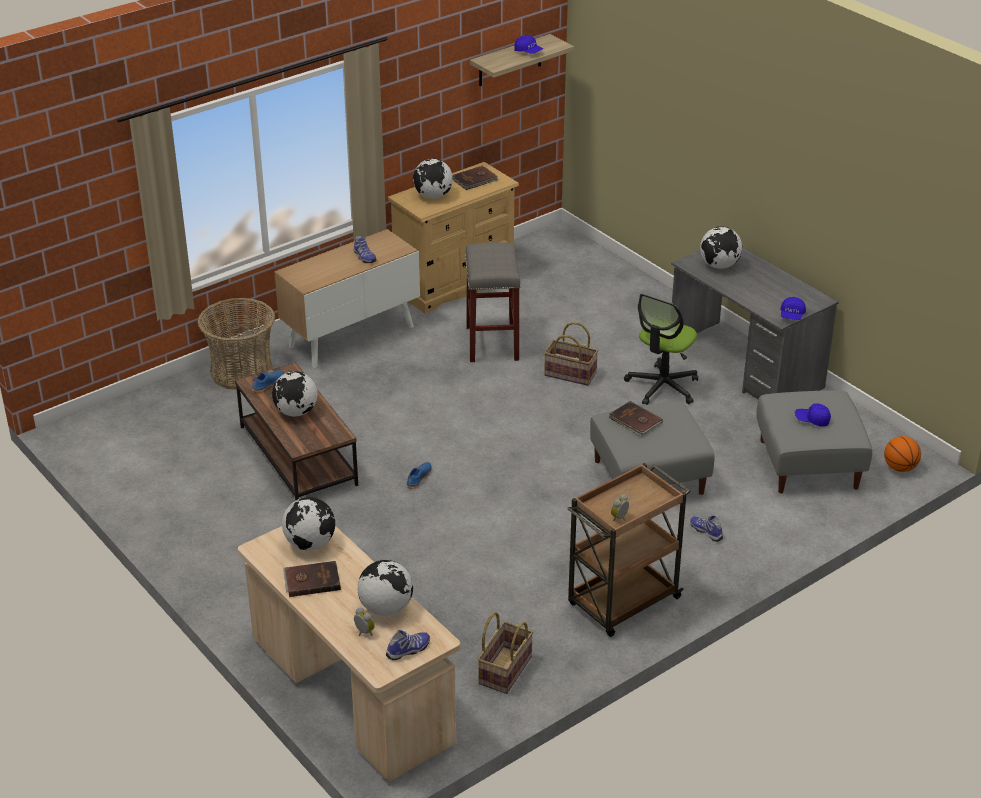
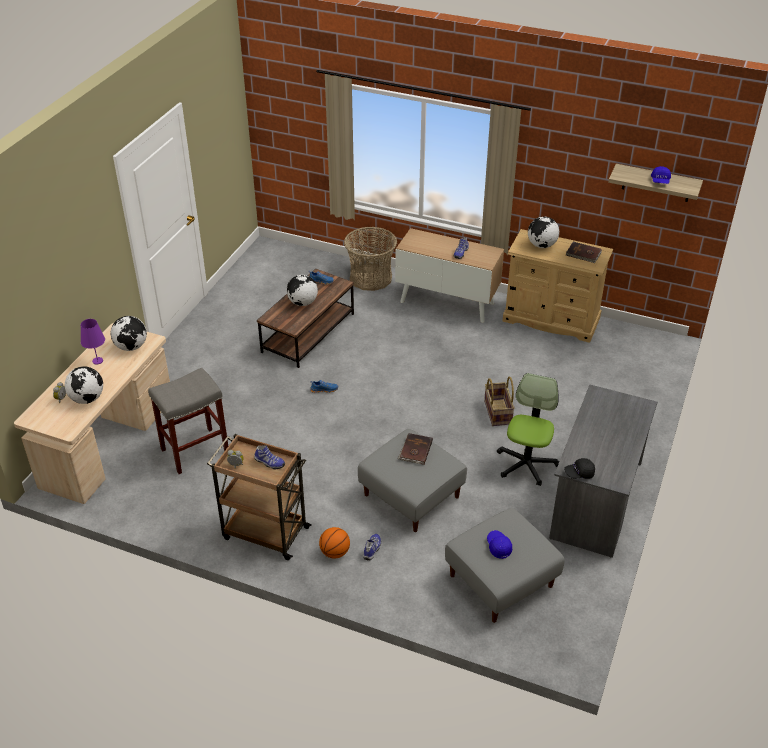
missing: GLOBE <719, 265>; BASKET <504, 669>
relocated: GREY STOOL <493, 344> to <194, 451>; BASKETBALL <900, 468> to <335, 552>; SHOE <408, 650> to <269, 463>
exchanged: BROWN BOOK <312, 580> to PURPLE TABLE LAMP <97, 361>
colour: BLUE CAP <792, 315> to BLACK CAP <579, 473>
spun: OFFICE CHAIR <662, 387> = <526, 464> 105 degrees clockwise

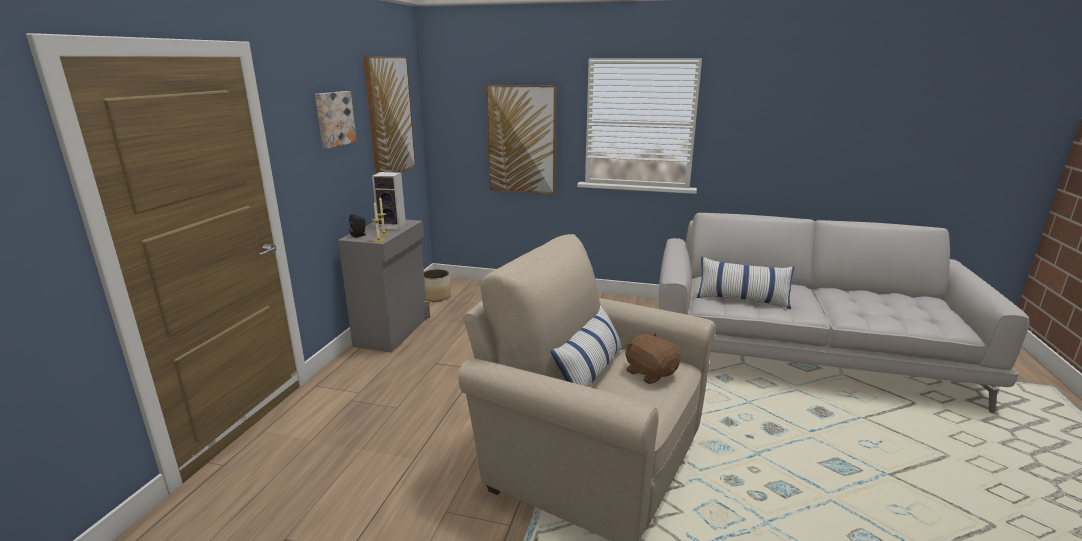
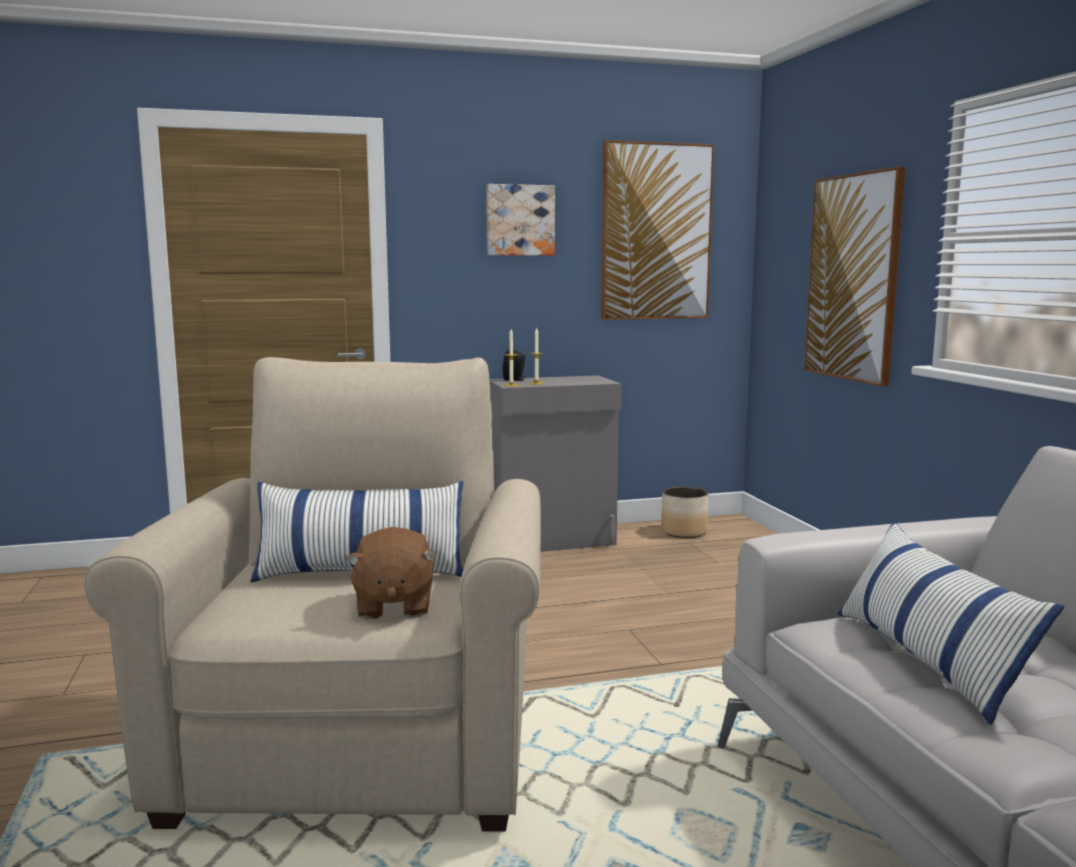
missing: SPEAKER <393, 226>
spun: BROWN PLUSH TOY <650, 373> = <393, 606> 150 degrees clockwise

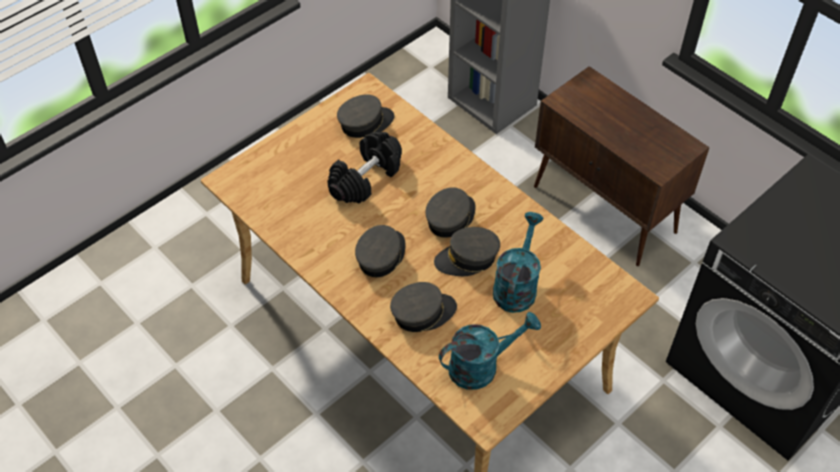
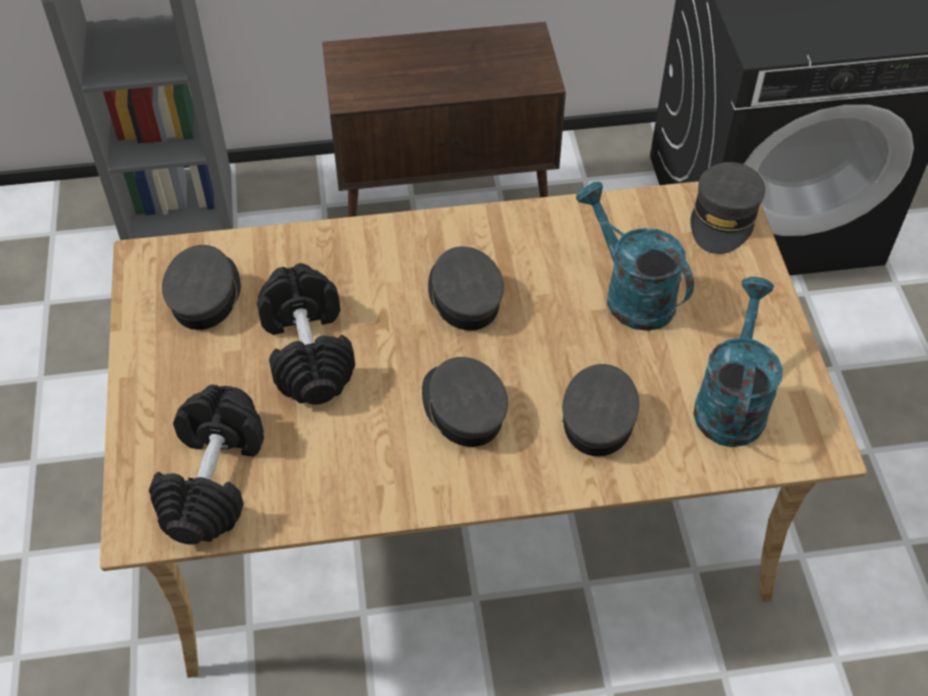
appeared: BLACK DUMBBELL <212, 479>
relocated: GREY CAP <467, 259> to <723, 218>

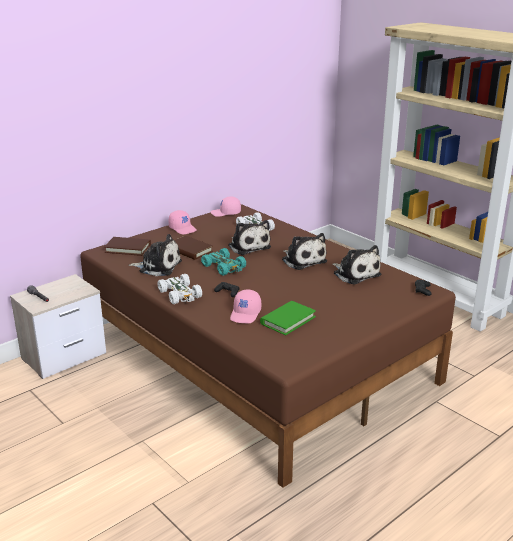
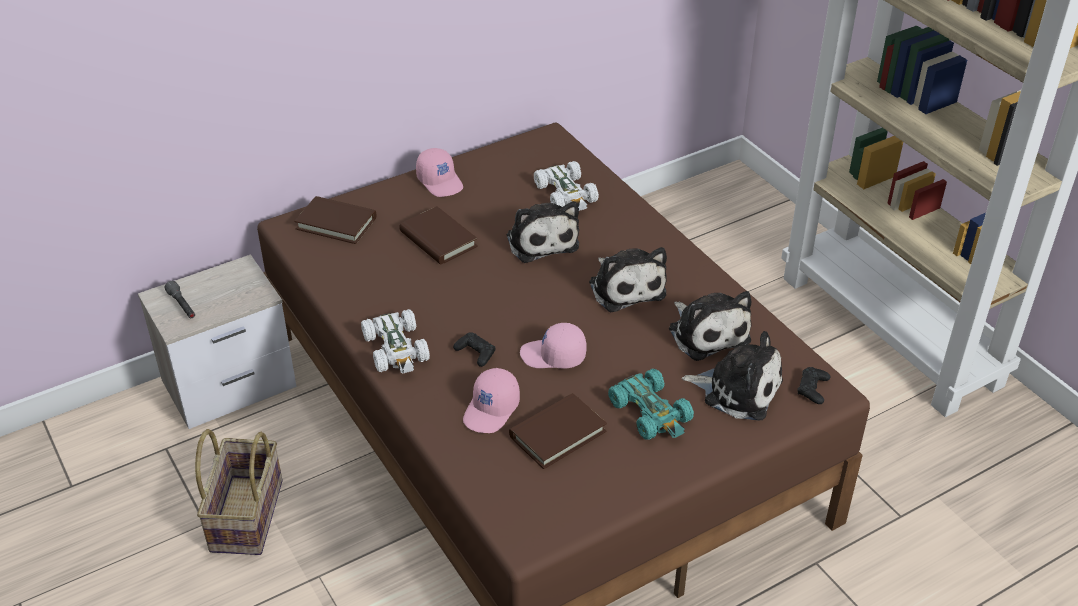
appeared: BASKET <245, 515>
relocated: PINK CAP <226, 213> to <553, 356>; PLUSH TOY <158, 266> to <737, 389>; TURQUOISE TOY CAR <224, 267> to <651, 412>
colour: GREEN BOOK <288, 320> to BROWN BOOK <557, 434>

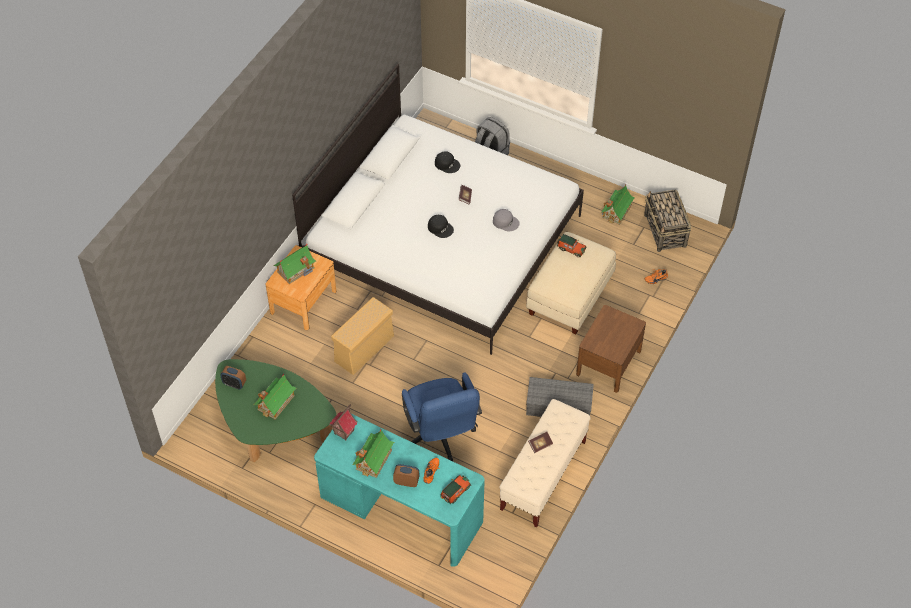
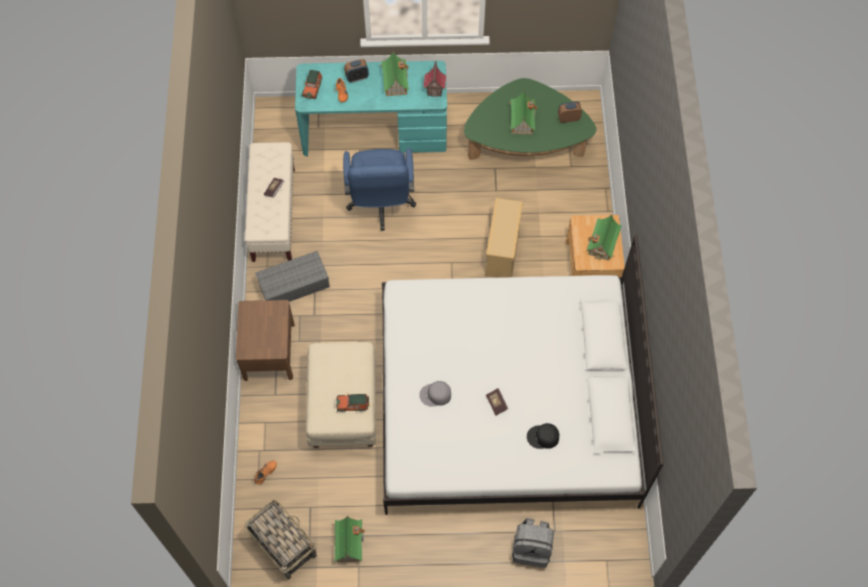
missing: BLACK CAP <440, 228>
spun: BLUE OFFICE CHAIR <441, 437> = <381, 205> 135 degrees counterclockwise

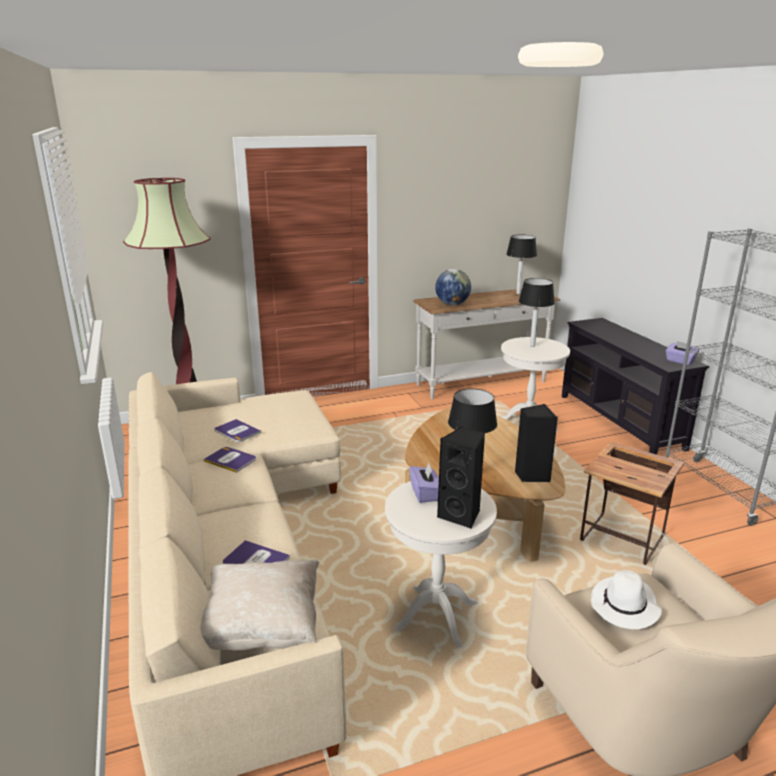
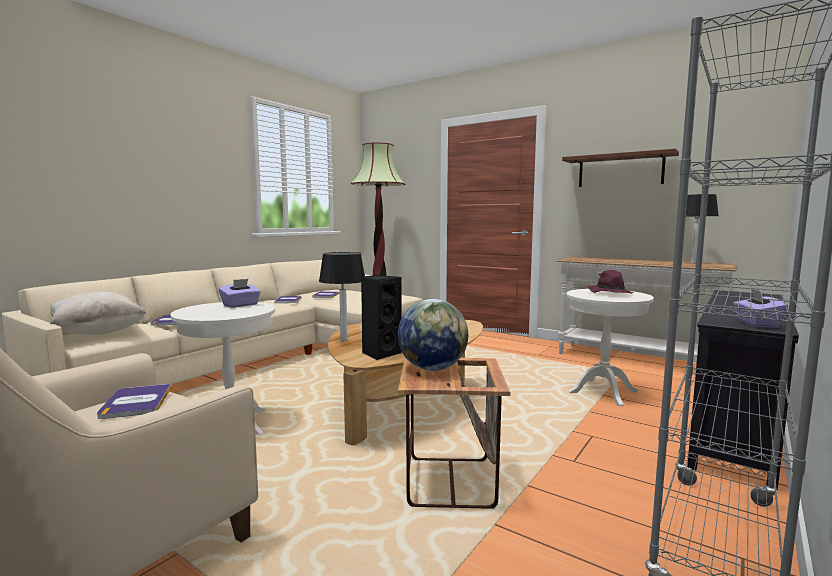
missing: BLACK SPEAKER <461, 515>
appeared: BROWN SHELF <620, 170>
relocated: GLOBE <452, 304> to <433, 368>
exchanged: TABLE LAMP <532, 346> to PURPLE HAT <609, 293>; WHITE HAT <625, 607> to BOOK <136, 402>

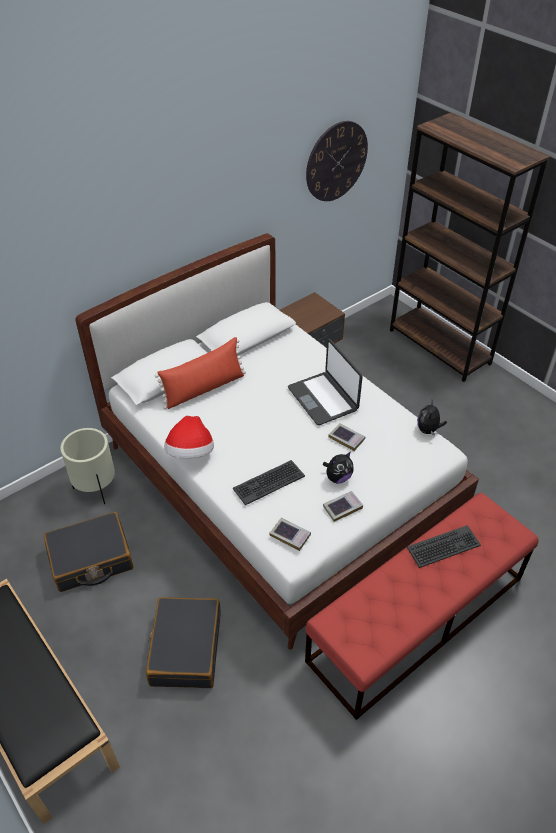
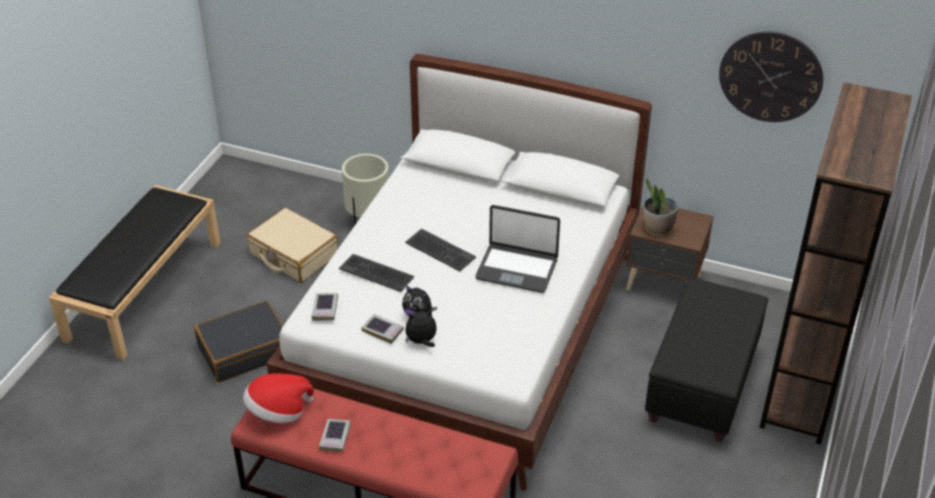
missing: RED PILLOW <204, 389>
appeared: POTTED PLANT <657, 229>; BLACK OTTOMAN <702, 383>
relocated: PLUSH TOY <428, 430> to <421, 341>; HAT <190, 453> to <278, 412>; BOOK <346, 438> to <335, 437>; KEYBOARD <444, 547> to <439, 250>
colour: BLACK SUITCASE <91, 559> to BEIGE SUITCASE <293, 255>
spun: LAPTOP <323, 399> = <517, 268> 105 degrees counterclockwise

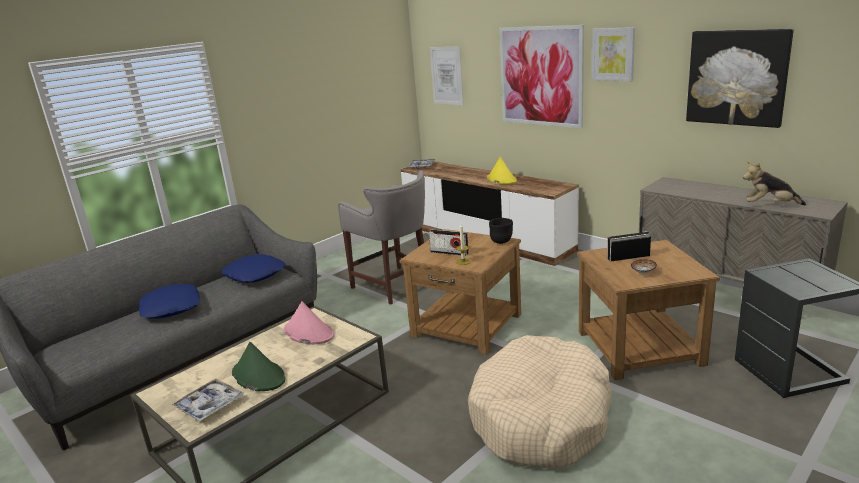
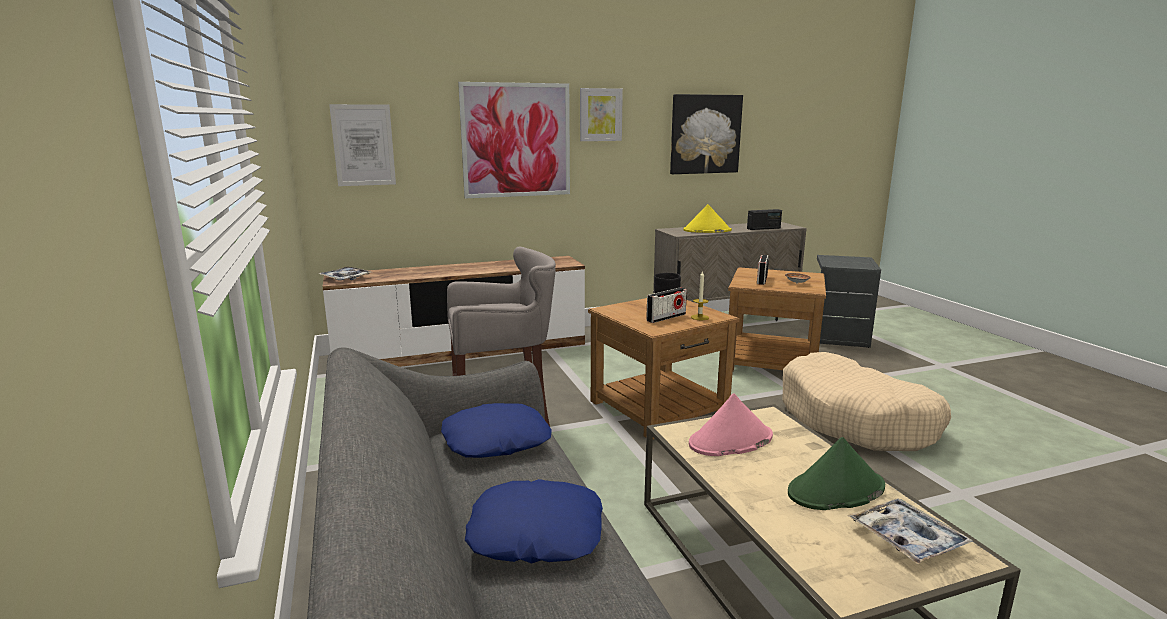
relocated: YELLOW HAT <501, 179> to <707, 230>
exchanged: PLUSH TOY <769, 205> to RADIO <763, 228>

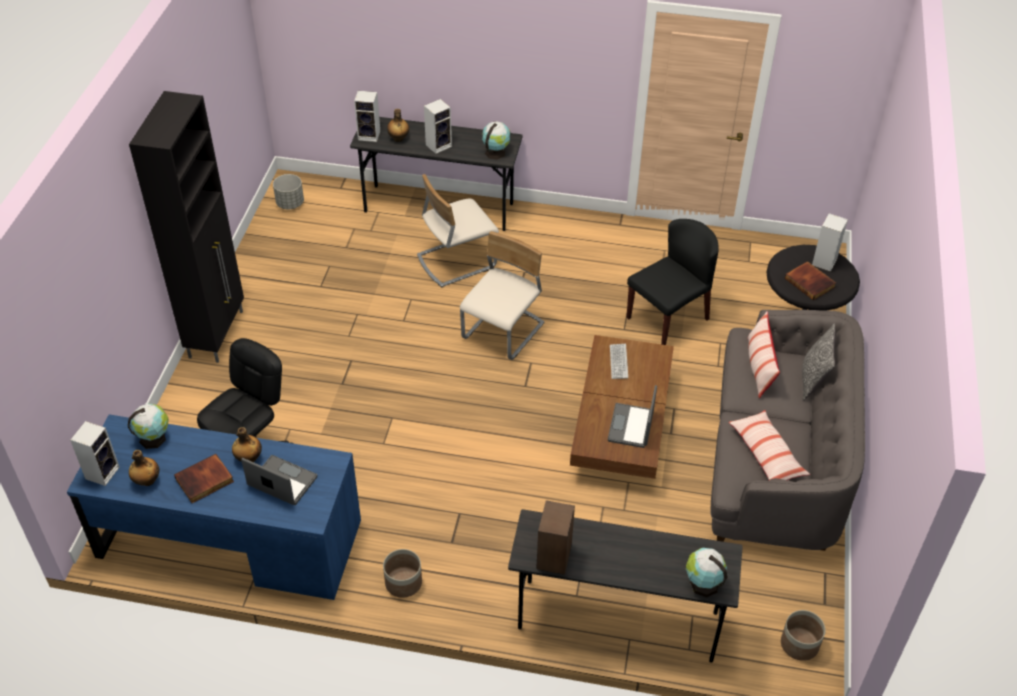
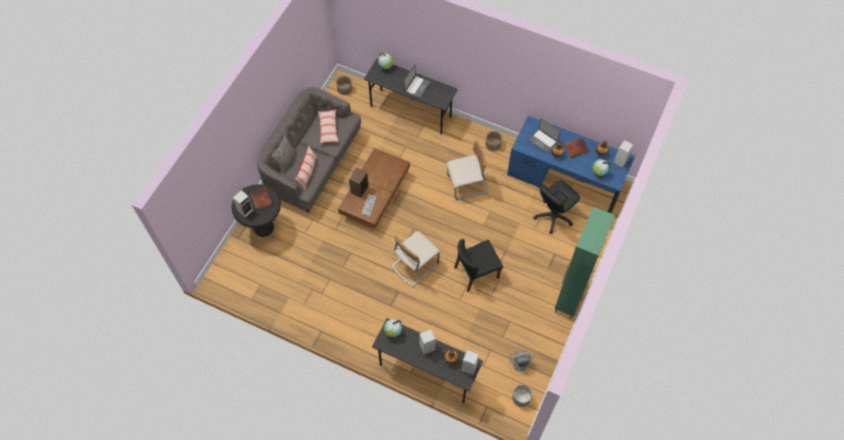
appeared: GREY FAN <519, 363>
relocated: BEIGE CHAIR <456, 261> to <467, 185>; BLACK CHAIR <668, 318> to <476, 273>; LAPTOP <631, 426> to <416, 87>; SPEAKER <554, 556> to <359, 189>
colour: BLACK CABINET <217, 333> to GREEN CABINET <569, 299>

